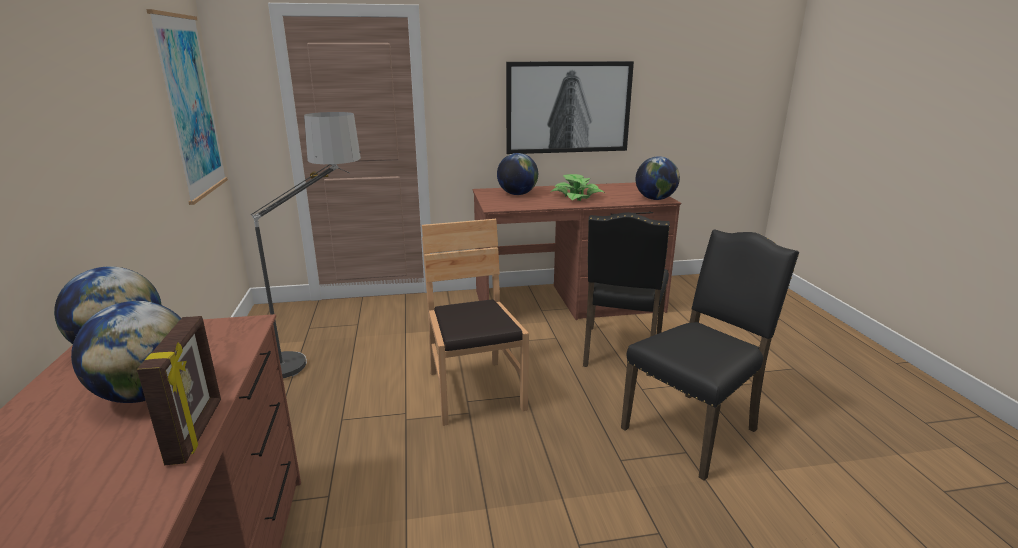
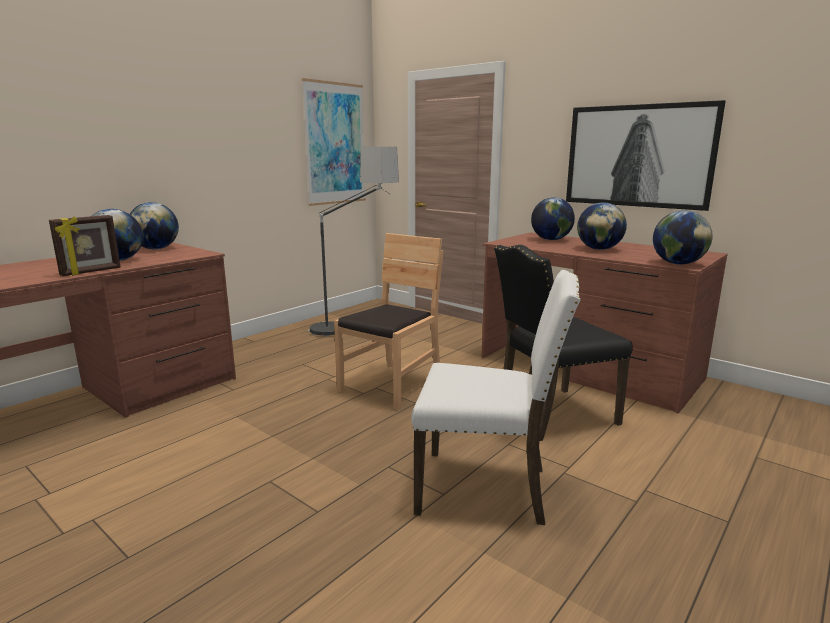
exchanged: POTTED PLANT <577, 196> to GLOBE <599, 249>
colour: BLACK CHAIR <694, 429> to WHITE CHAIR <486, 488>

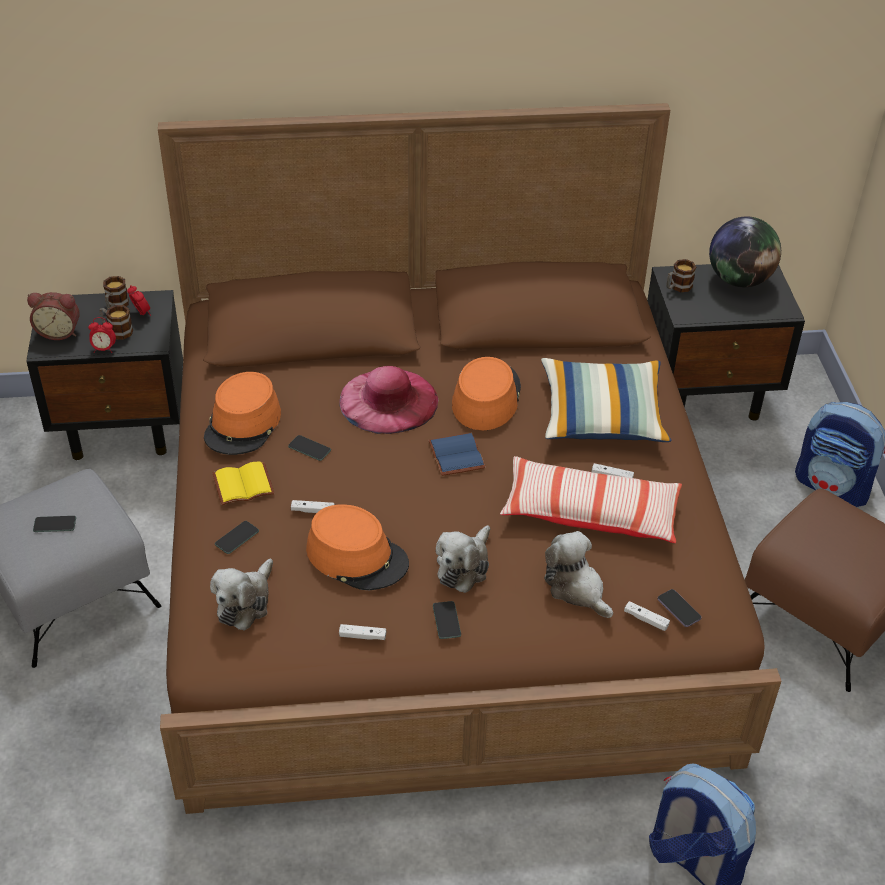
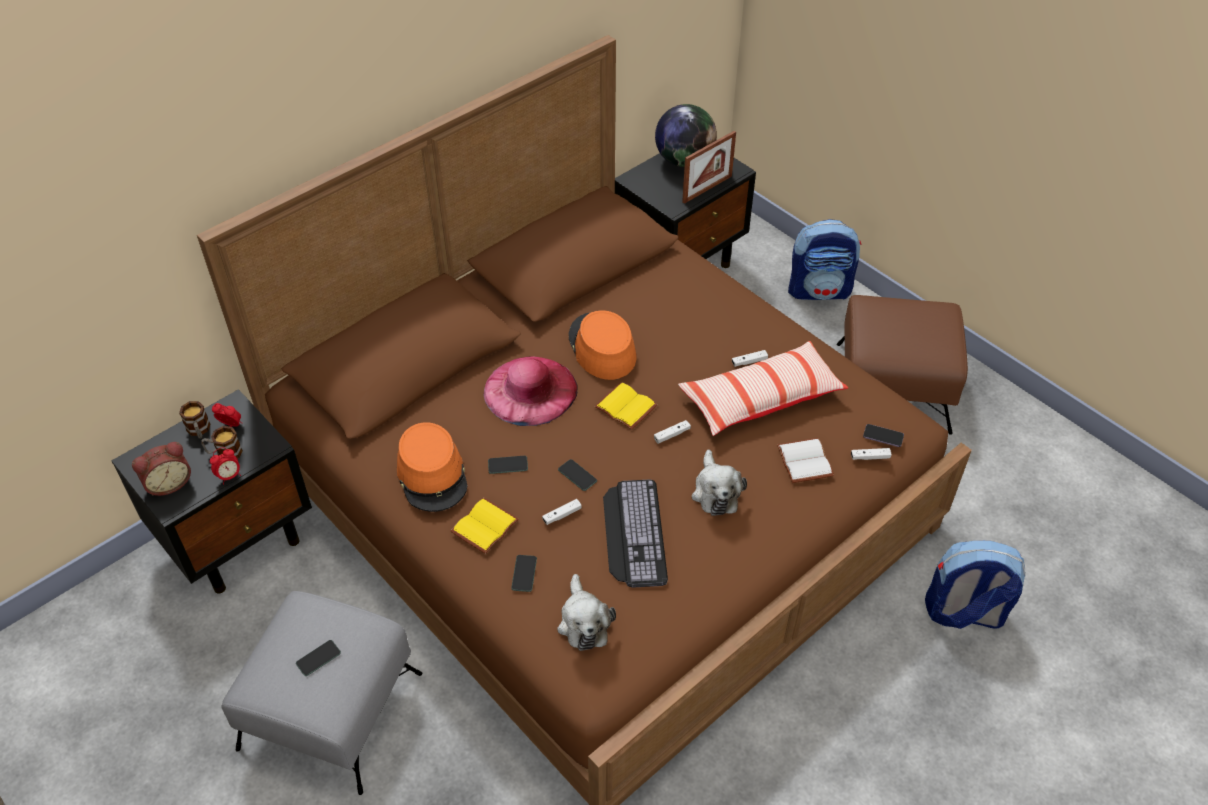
missing: MUG <677, 287>; PILLOW <602, 415>
appeared: PICTURE FRAME <707, 189>
relocated: PHONE <446, 620> to <577, 475>; WHITE GAME CONTROLLER <362, 636> to <672, 435>
exchanged: ORANGE HAT <357, 557> to KEYBOARD <632, 532>; PLUSH TOY <576, 588> to WHITE BOOK <806, 462>
colour: BLUE BOOK <454, 455> to YELLOW BOOK <624, 407>

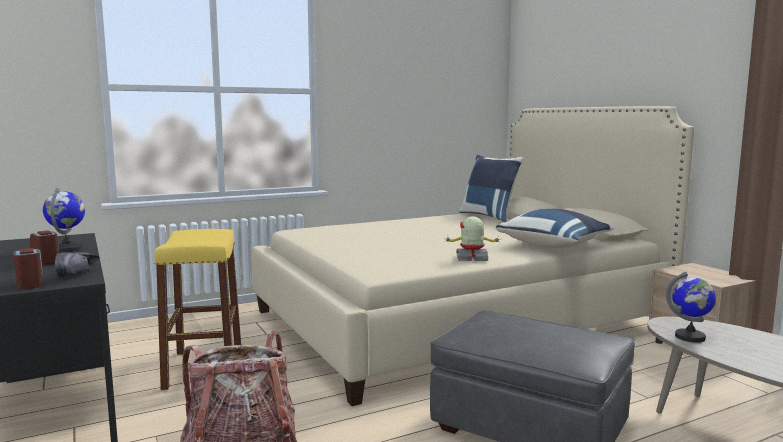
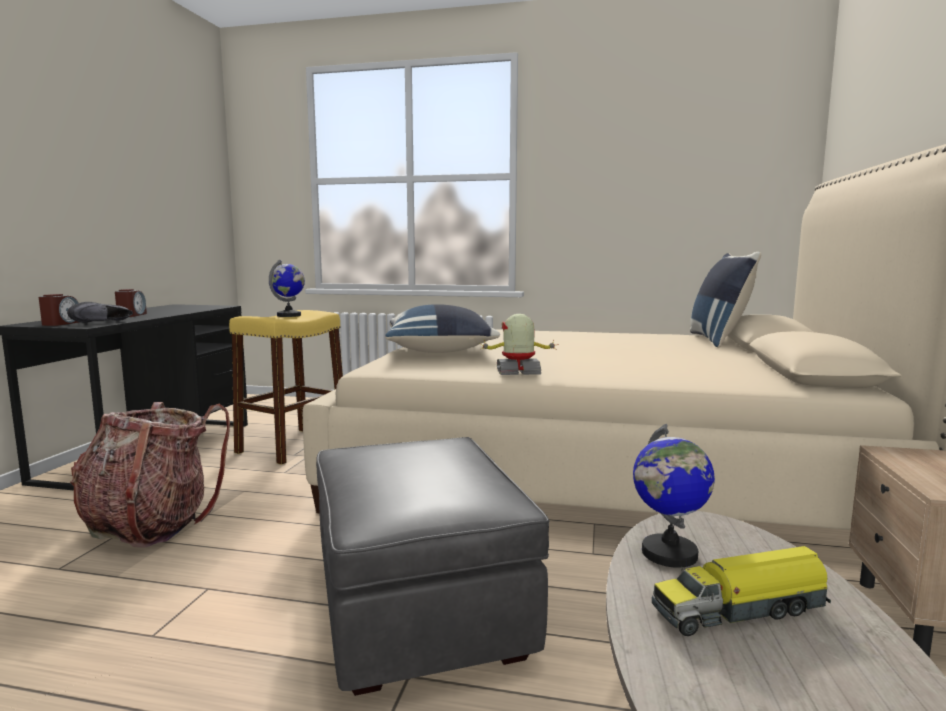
appeared: TOY TRUCK <741, 610>
relocated: GLOBE <67, 249> to <289, 315>; BLUE PILLOW <555, 246> to <440, 352>
spun: TOY ROBOT <472, 258> = <518, 372> 45 degrees counterclockwise

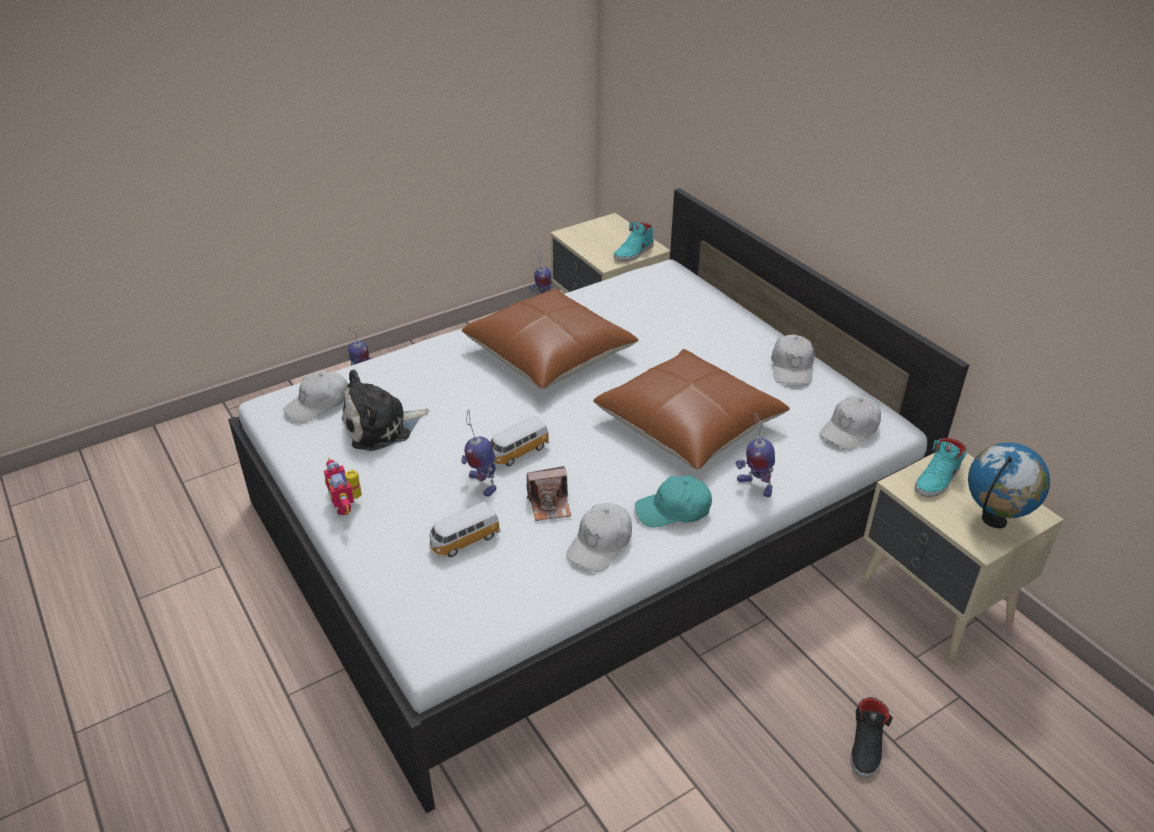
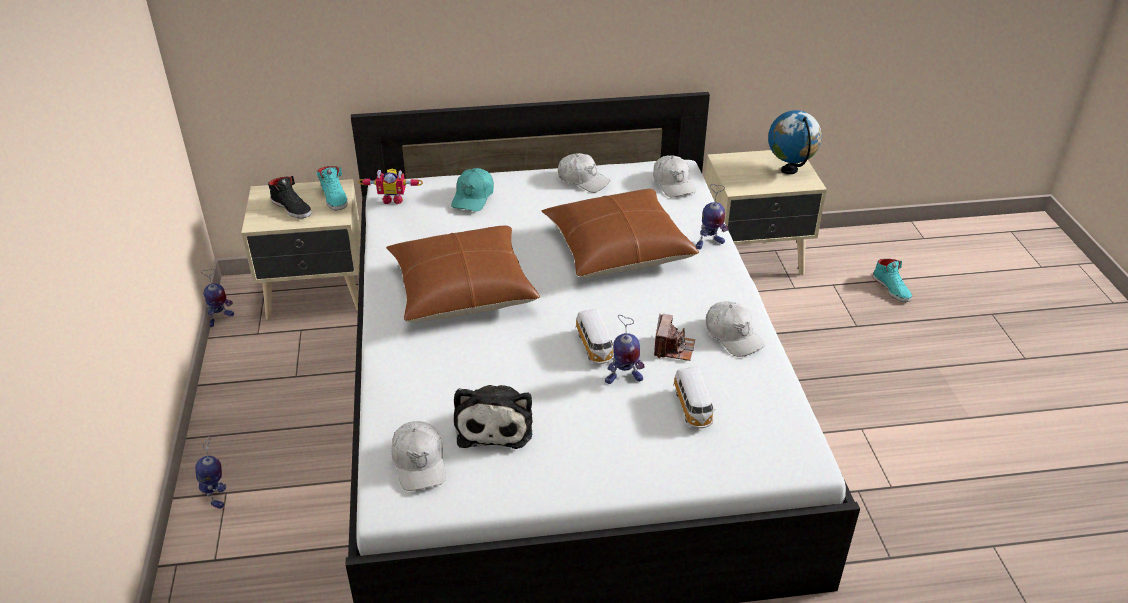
relocated: TURQUOISE SHOE <938, 479> to <892, 288>; TOY ROBOT <347, 505> to <393, 199>; TURQUOISE CAP <673, 510> to <473, 197>; BLACK SHOE <866, 745> to <292, 208>

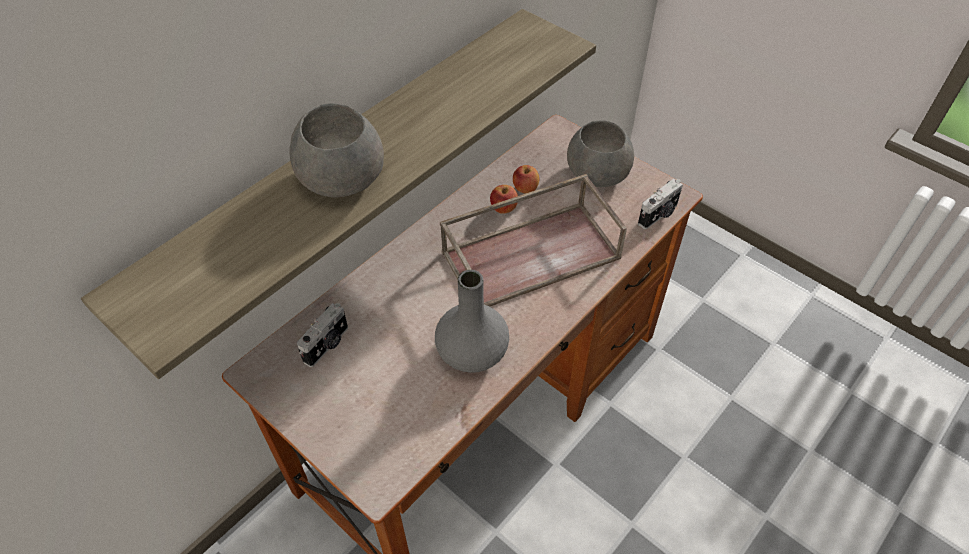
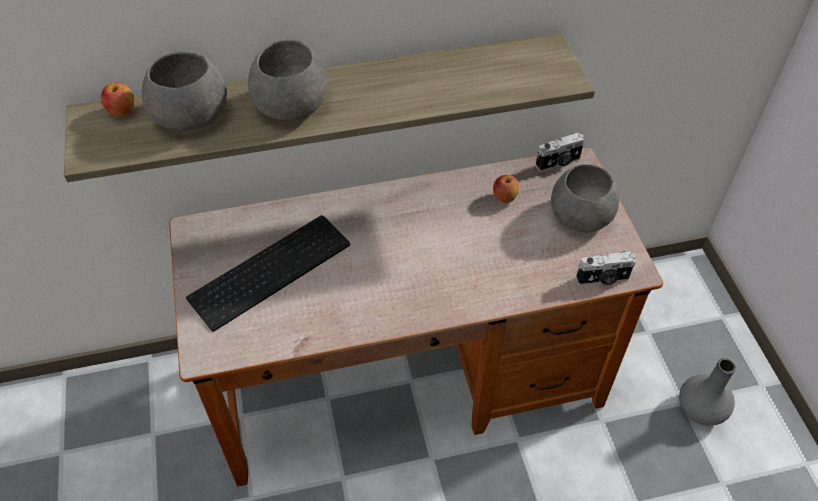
missing: BROWN TRAY <531, 253>
appeared: GREY BOWL <192, 115>; KEYBOARD <270, 268>
relocated: APPLE <503, 209> to <122, 112>; GREY VASE <473, 352> to <701, 409>; PHOTO CAMERA <327, 345> to <558, 163>

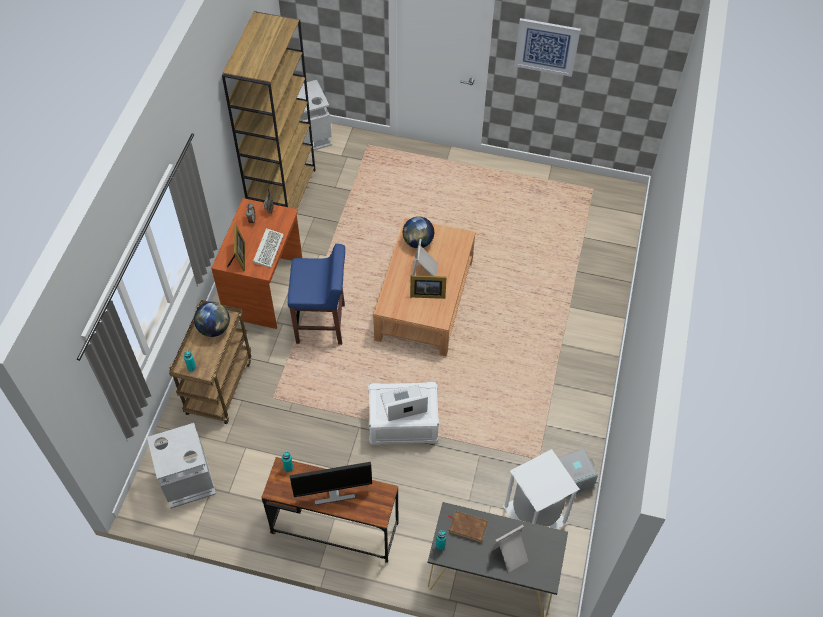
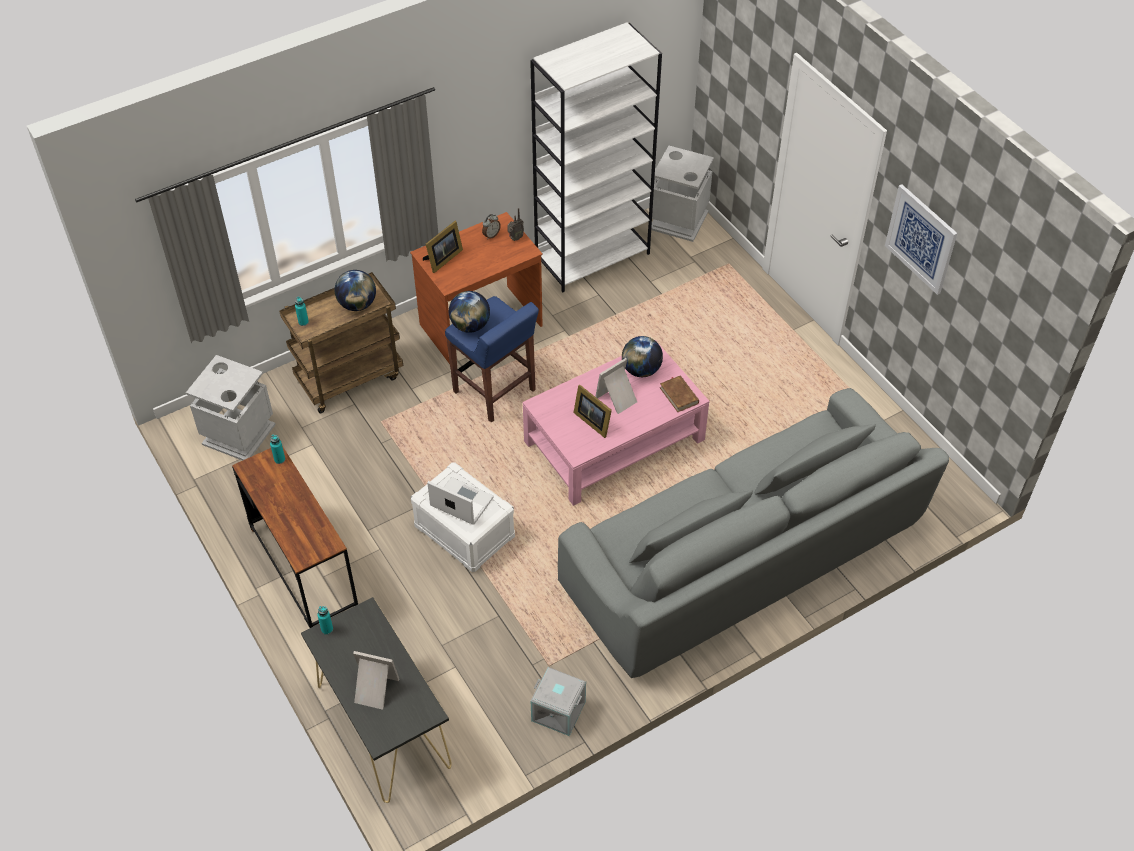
missing: KEYBOARD <268, 248>; WHITE TRASH CAN <534, 516>; MONITOR <333, 493>
appeared: GLOBE <470, 326>; GREY SOFA <743, 558>
relocated: BROWN BOOK <468, 527> to <679, 395>
colour: BROWN BOOKCASE <283, 195> to WHITE BOOKCASE <592, 256>; BROWN COFFEE TABLE <424, 300> to PINK COFFEE TABLE <613, 441>

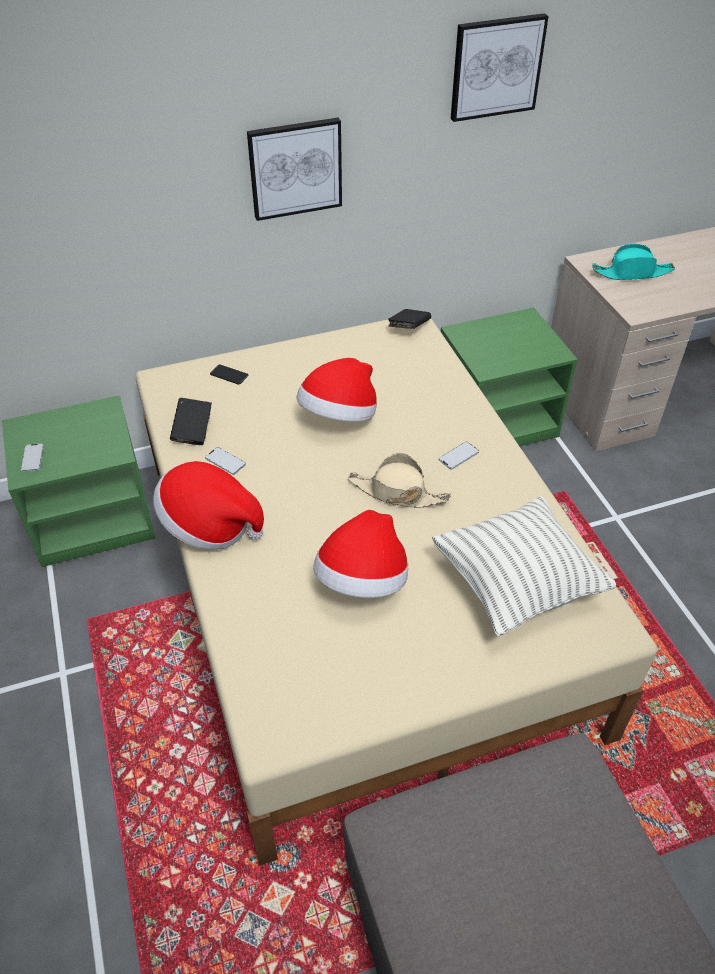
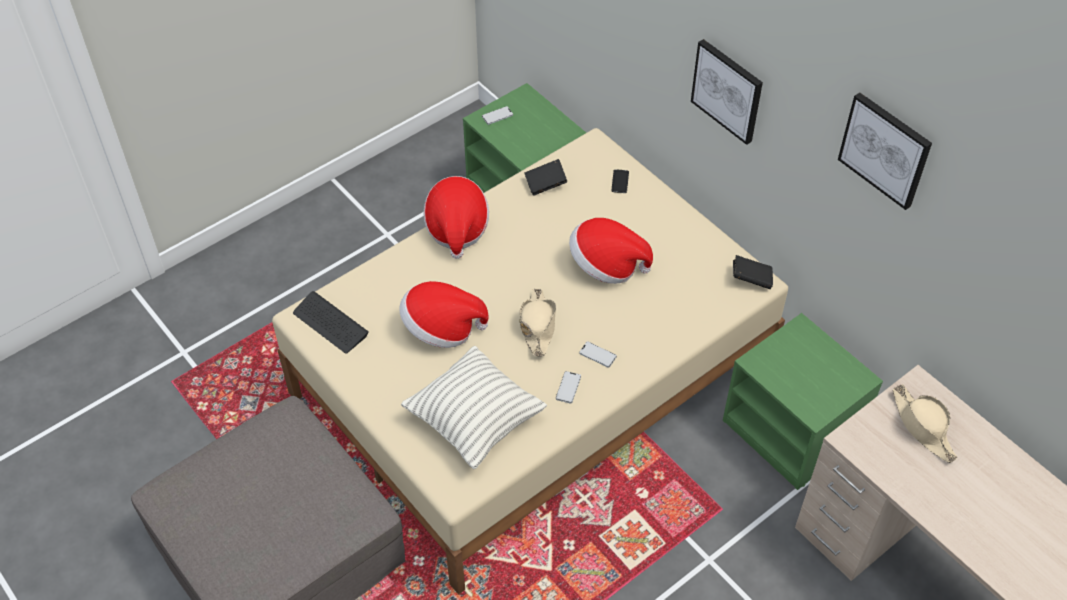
appeared: KEYBOARD <330, 323>
relocated: PHONE <225, 461> to <568, 387>
colour: TURQUOISE HAT <632, 273> to BEIGE HAT <923, 427>

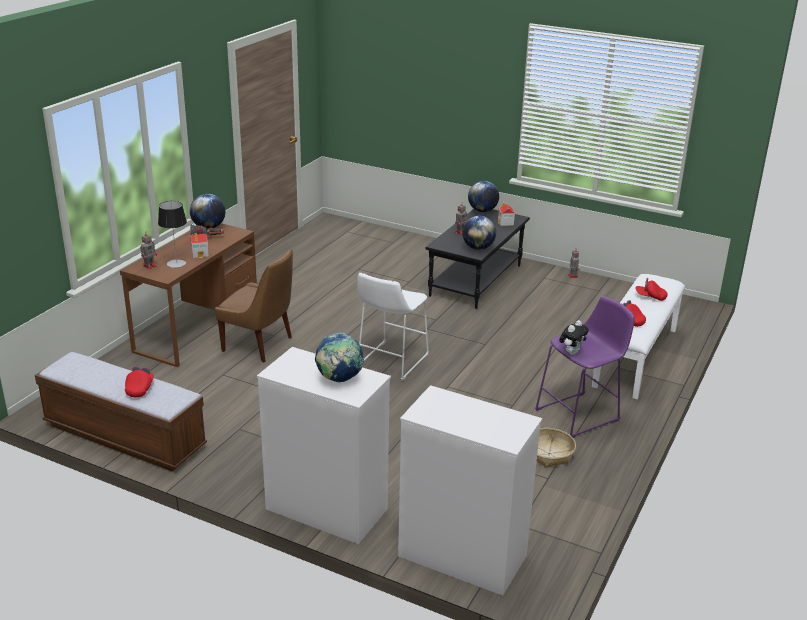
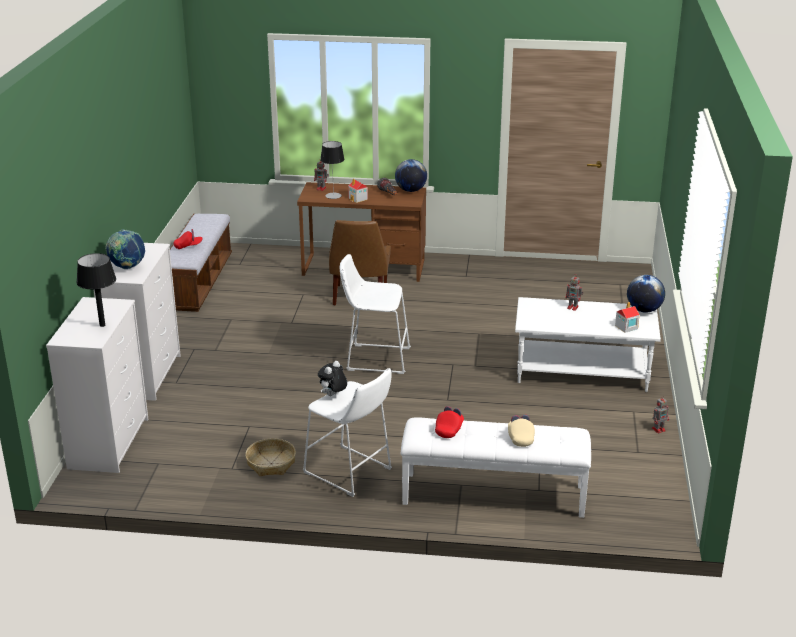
missing: GLOBE <478, 248>
appeared: BLACK TABLE LAMP <102, 325>
colour: BLACK COFFEE TABLE <476, 281> to WHITE COFFEE TABLE <581, 372>; RED CAP <650, 297> to BEIGE CAP <520, 437>; PURPLE STOOL <581, 414> to WHITE STOOL <350, 473>
spun: PLUSH TOY <571, 352> = <333, 395> 105 degrees clockwise

